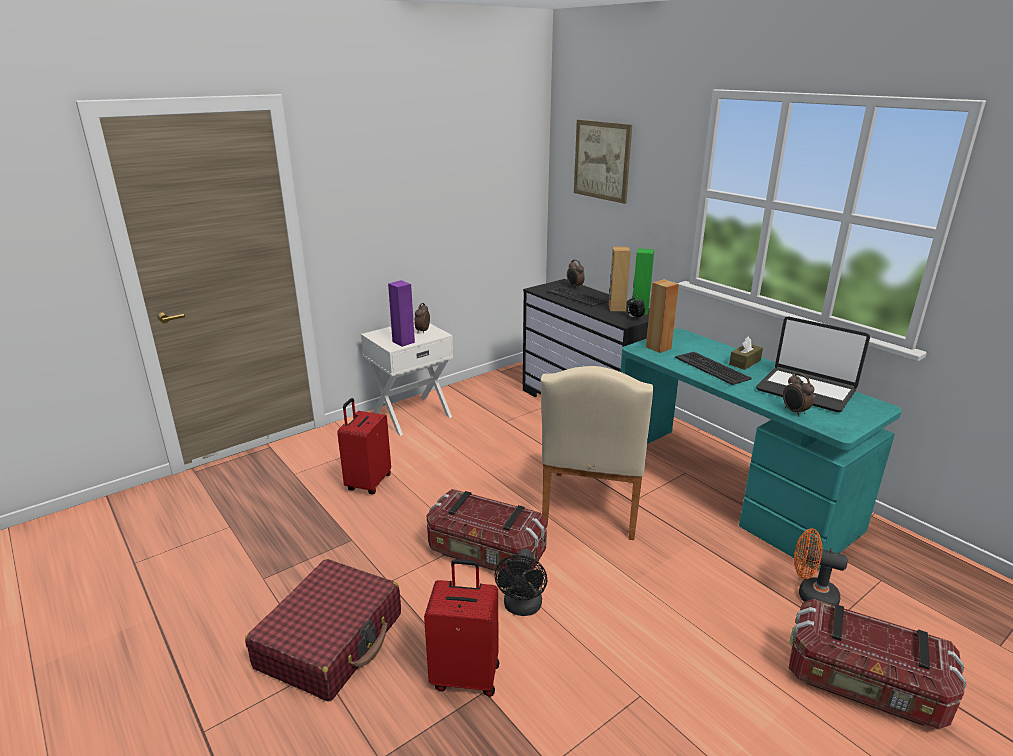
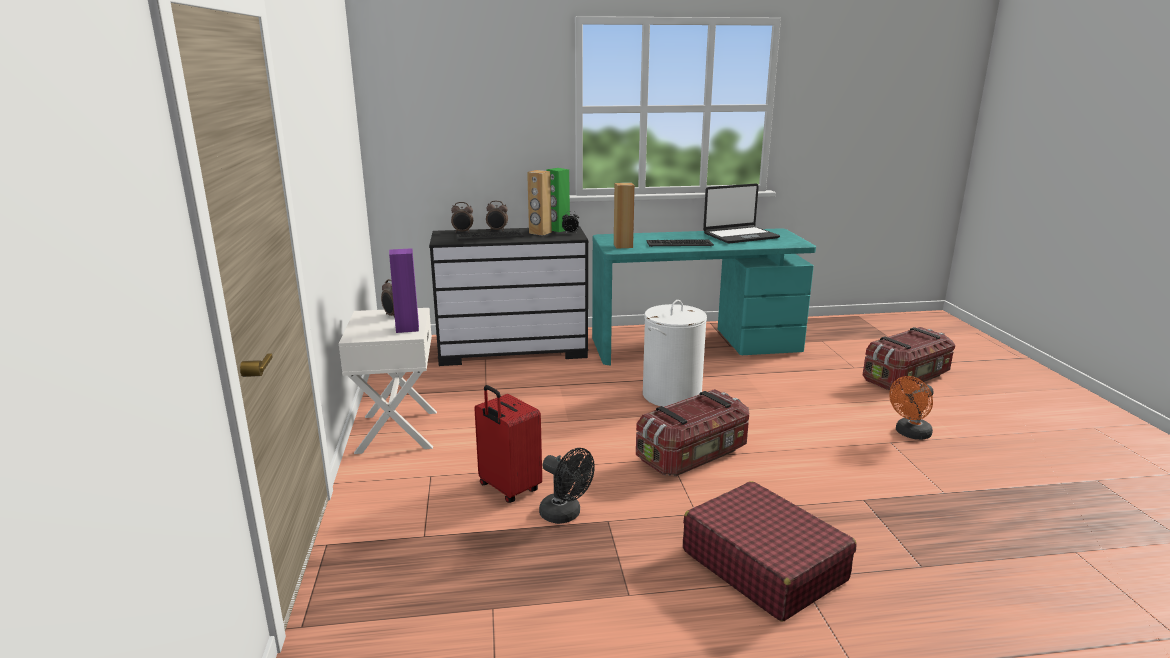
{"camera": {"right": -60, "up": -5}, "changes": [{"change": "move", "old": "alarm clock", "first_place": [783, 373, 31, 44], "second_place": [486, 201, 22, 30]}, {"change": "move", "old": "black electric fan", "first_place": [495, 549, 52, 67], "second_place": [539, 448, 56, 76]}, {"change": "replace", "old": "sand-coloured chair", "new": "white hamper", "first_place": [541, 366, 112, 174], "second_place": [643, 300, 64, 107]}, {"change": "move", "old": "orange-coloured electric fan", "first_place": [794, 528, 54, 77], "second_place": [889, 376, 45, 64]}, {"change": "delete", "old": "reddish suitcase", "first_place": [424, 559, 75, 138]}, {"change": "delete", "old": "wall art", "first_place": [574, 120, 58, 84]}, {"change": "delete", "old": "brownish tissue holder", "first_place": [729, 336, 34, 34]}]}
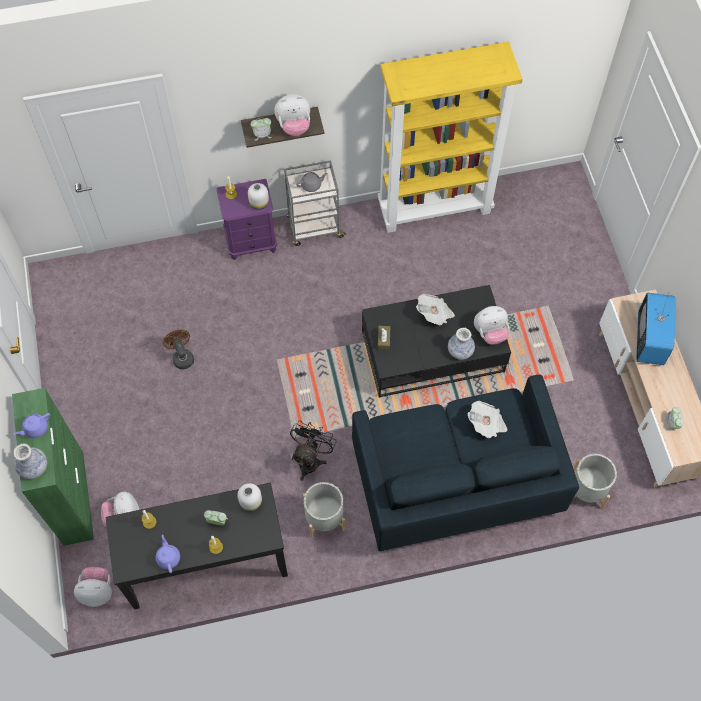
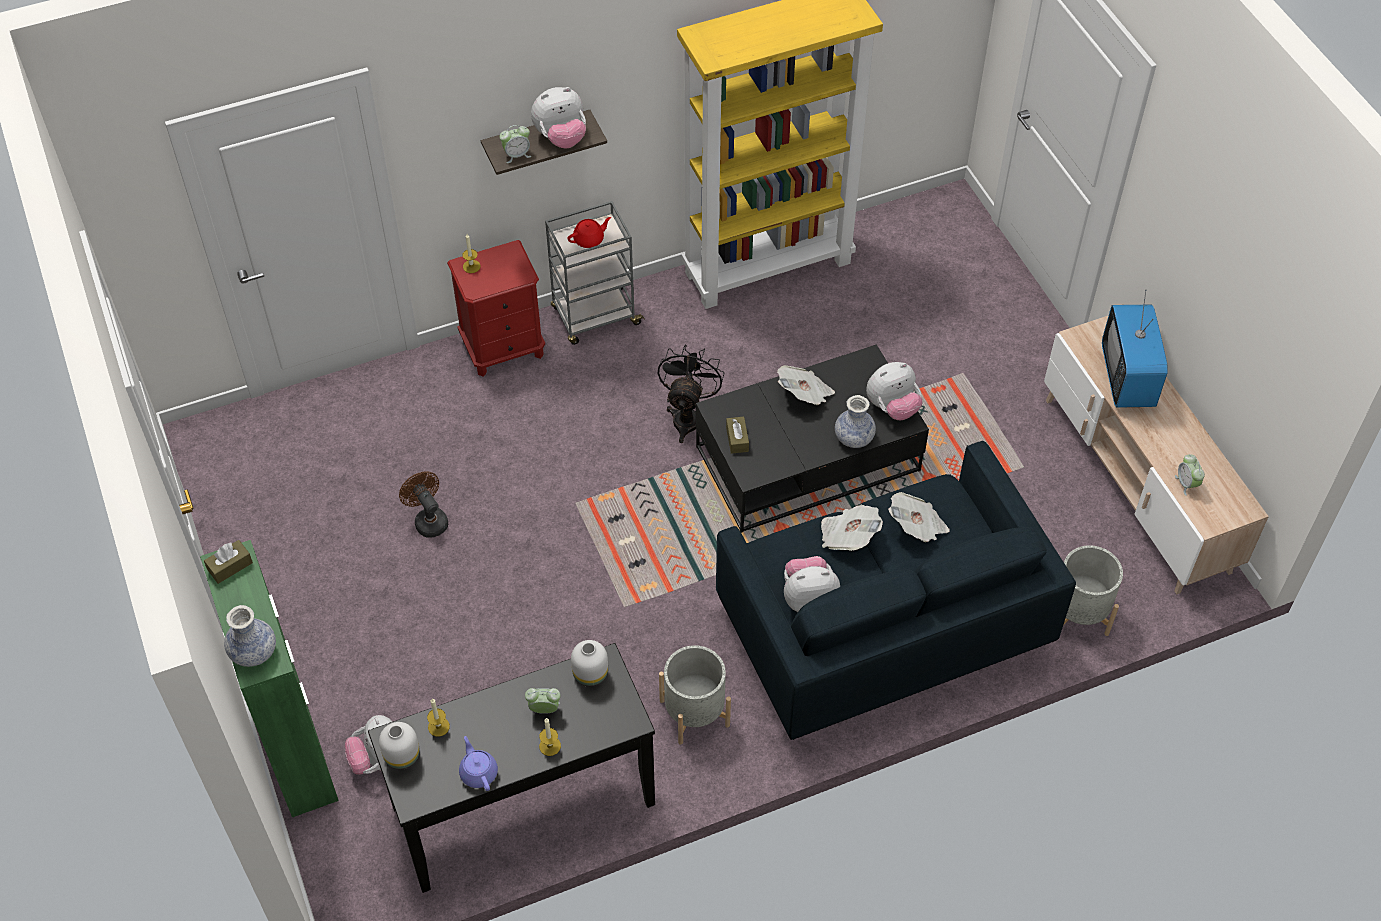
{"camera": {"right": -10, "up": -10}, "changes": [{"change": "insert", "new": "brownish tissue holder", "second_place": [204, 540, 49, 44]}, {"change": "move", "old": "white vase", "first_place": [248, 183, 21, 27], "second_place": [379, 722, 41, 48]}, {"change": "recolor", "old": "purple nightstand", "new": "reddish nightstand", "first_place": [216, 179, 61, 81], "second_place": [447, 240, 98, 137]}, {"change": "recolor", "old": "greyish tea pot", "new": "reddish tea pot", "first_place": [296, 172, 32, 20], "second_place": [567, 217, 44, 31]}, {"change": "move", "old": "black electric fan", "first_place": [290, 421, 47, 60], "second_place": [657, 345, 67, 98]}, {"change": "move", "old": "cuddly toy", "first_place": [74, 567, 38, 40], "second_place": [784, 556, 56, 56]}, {"change": "insert", "new": "daily paper", "second_place": [821, 505, 62, 46]}, {"change": "delete", "old": "purple tea pot", "first_place": [14, 413, 36, 25]}]}
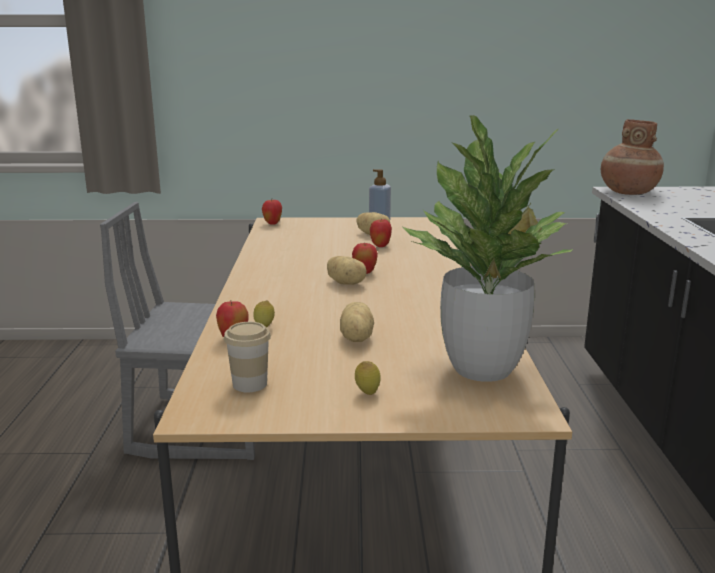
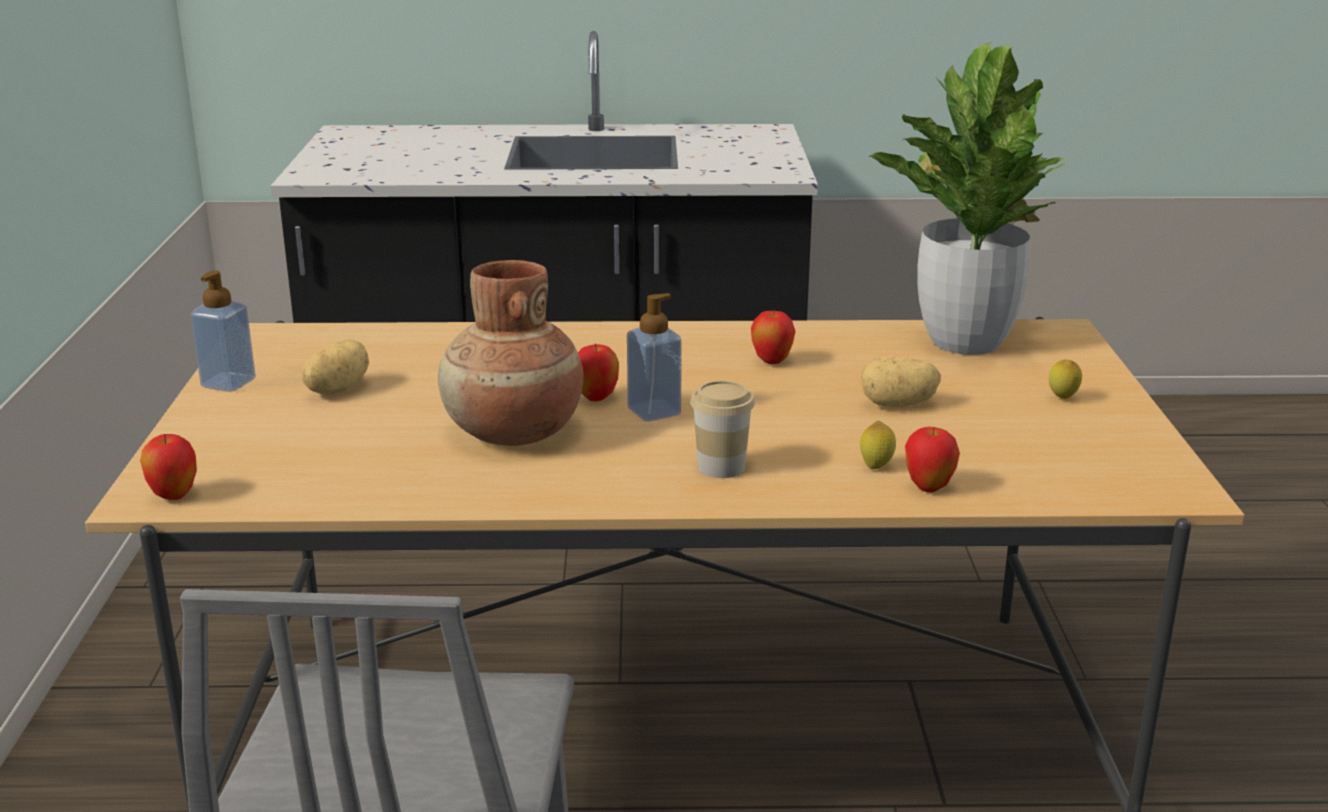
{"camera": {"right": -90, "up": 5}, "changes": [{"change": "move", "old": "brownish vase", "first_place": [601, 119, 63, 76], "second_place": [438, 260, 146, 186]}, {"change": "replace", "old": "spud", "new": "soap dispenser", "first_place": [327, 256, 40, 29], "second_place": [627, 293, 55, 129]}, {"change": "move", "old": "cup", "first_place": [224, 322, 47, 70], "second_place": [690, 380, 65, 98]}, {"change": "move", "old": "apple fruit", "first_place": [370, 218, 22, 29], "second_place": [751, 311, 45, 53]}]}
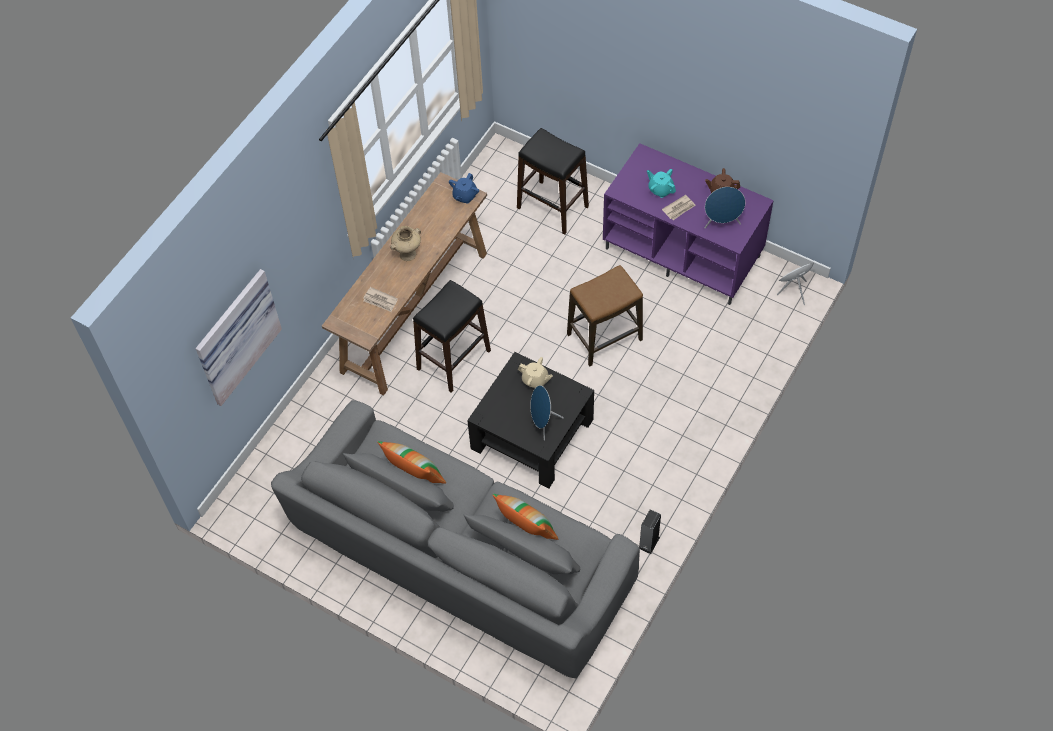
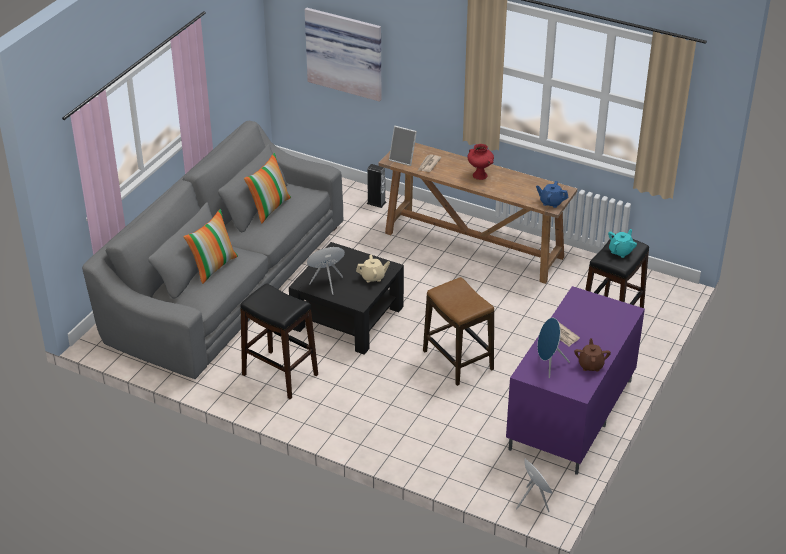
{"camera": {"right": 85, "up": -20}, "changes": [{"change": "move", "old": "black stool seat", "first_place": [413, 280, 78, 113], "second_place": [240, 283, 78, 117]}, {"change": "rotate", "old": "sand-coloured tea pot", "first_place": [518, 357, 35, 31], "second_place": [356, 255, 34, 28], "degrees": -120}, {"change": "move", "old": "audio speaker", "first_place": [639, 510, 22, 44], "second_place": [367, 164, 19, 44]}, {"change": "insert", "new": "photo frame", "second_place": [389, 126, 28, 40]}, {"change": "recolor", "old": "sand-coloured vase", "new": "reddish vase", "first_place": [390, 226, 31, 35], "second_place": [467, 144, 27, 36]}, {"change": "move", "old": "turquoise tea pot", "first_place": [647, 169, 29, 29], "second_place": [608, 229, 29, 29]}]}
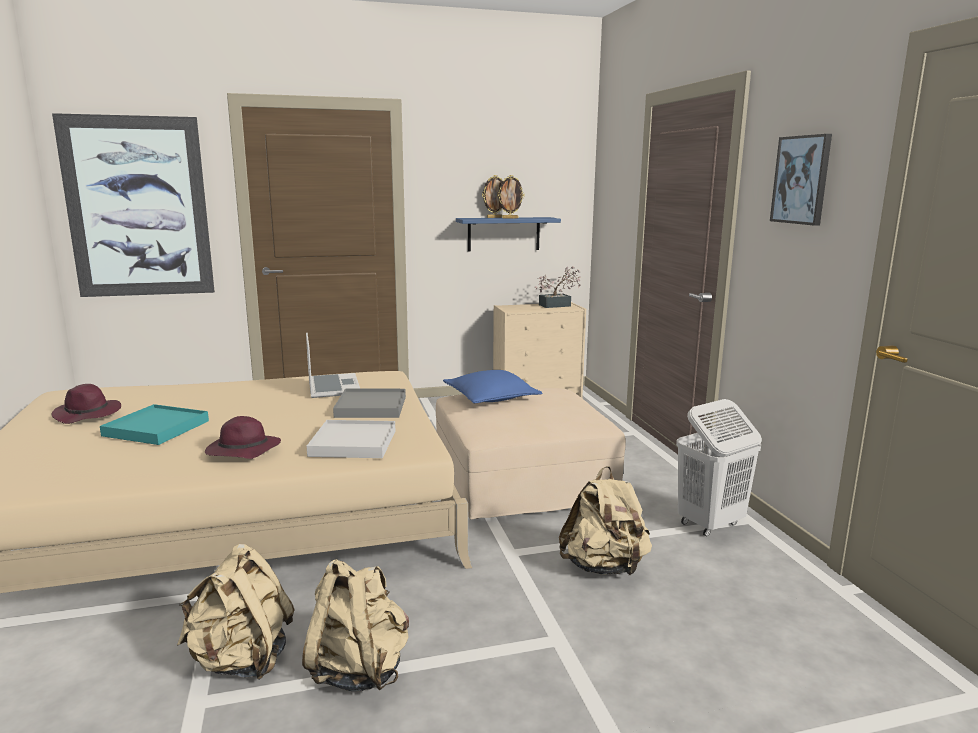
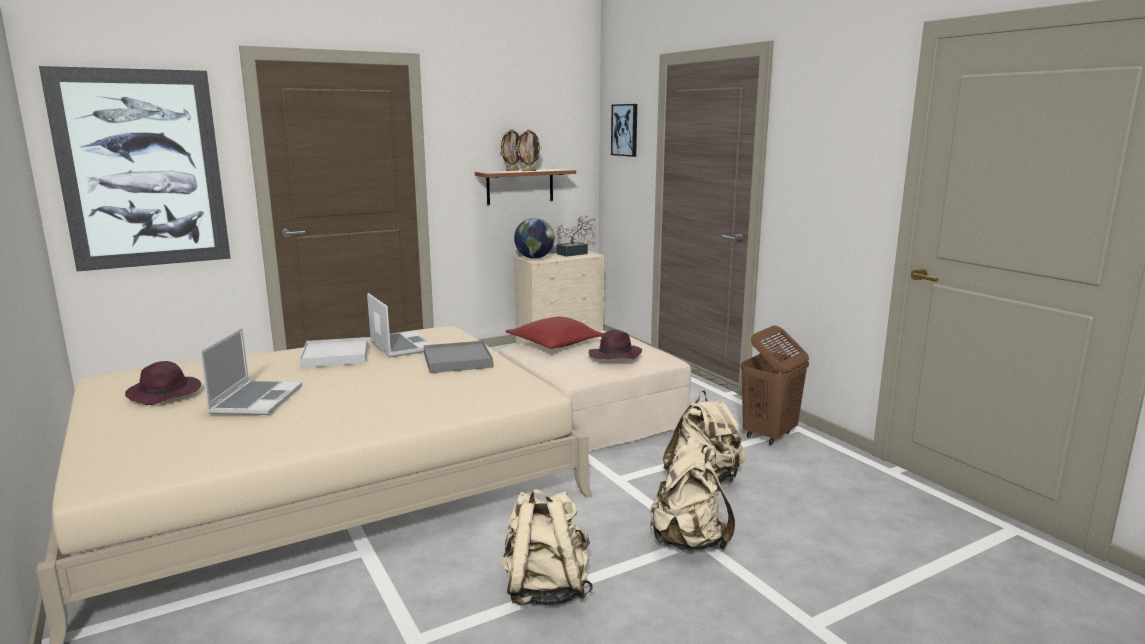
{"camera": {"right": -15, "up": 0}, "changes": [{"change": "replace", "old": "turquoise serving tray", "new": "notebook computer", "first_place": [100, 404, 109, 41], "second_place": [200, 328, 102, 87]}, {"change": "move", "old": "white serving tray", "first_place": [307, 420, 88, 38], "second_place": [299, 337, 69, 31]}, {"change": "recolor", "old": "blue wall shelf", "new": "brownish wall shelf", "first_place": [456, 217, 105, 35], "second_place": [475, 169, 101, 36]}, {"change": "recolor", "old": "blue throw pillow", "new": "reddish throw pillow", "first_place": [443, 370, 100, 33], "second_place": [506, 317, 98, 32]}, {"change": "insert", "new": "globe", "second_place": [514, 218, 41, 41]}, {"change": "move", "old": "purple wearable hat", "first_place": [205, 416, 76, 43], "second_place": [589, 329, 53, 30]}, {"change": "move", "old": "wall art", "first_place": [770, 134, 62, 92], "second_place": [611, 104, 26, 53]}, {"change": "move", "old": "sand-coloured backpack", "first_place": [177, 544, 118, 136], "second_place": [649, 445, 86, 106]}, {"change": "recolor", "old": "white hamper", "new": "brownish hamper", "first_place": [676, 399, 86, 137], "second_place": [741, 325, 68, 120]}]}
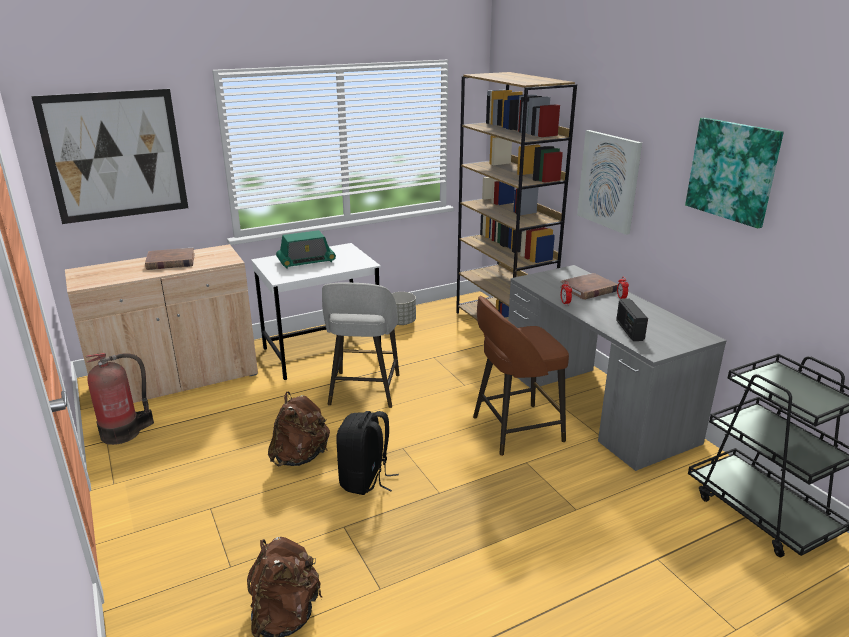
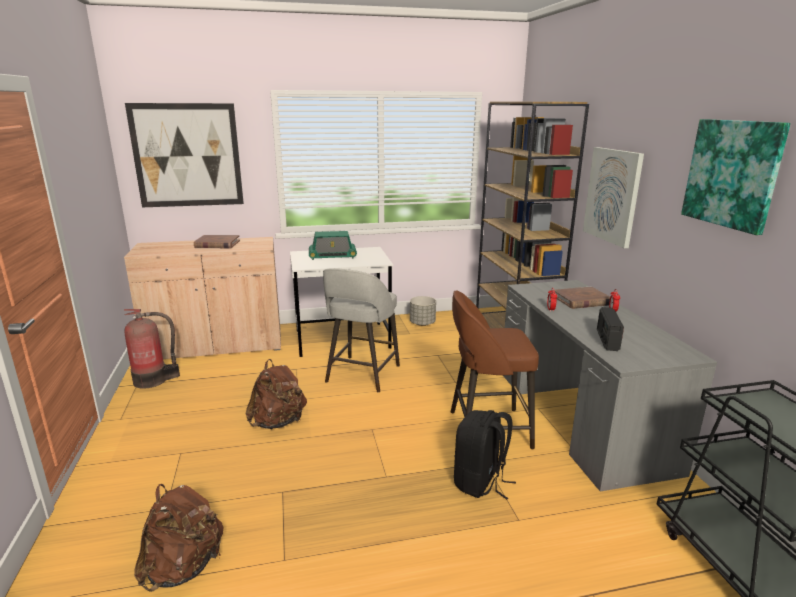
{"camera": {"right": 15, "up": -5}, "changes": [{"change": "move", "old": "black backpack", "first_place": [336, 411, 63, 84], "second_place": [454, 410, 62, 90]}]}
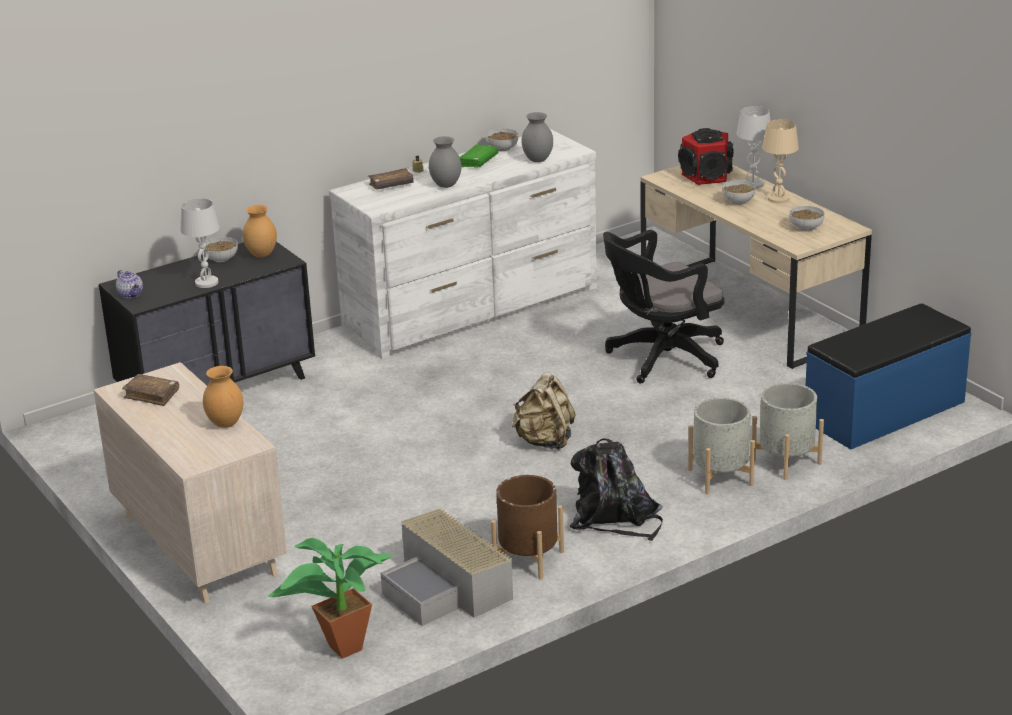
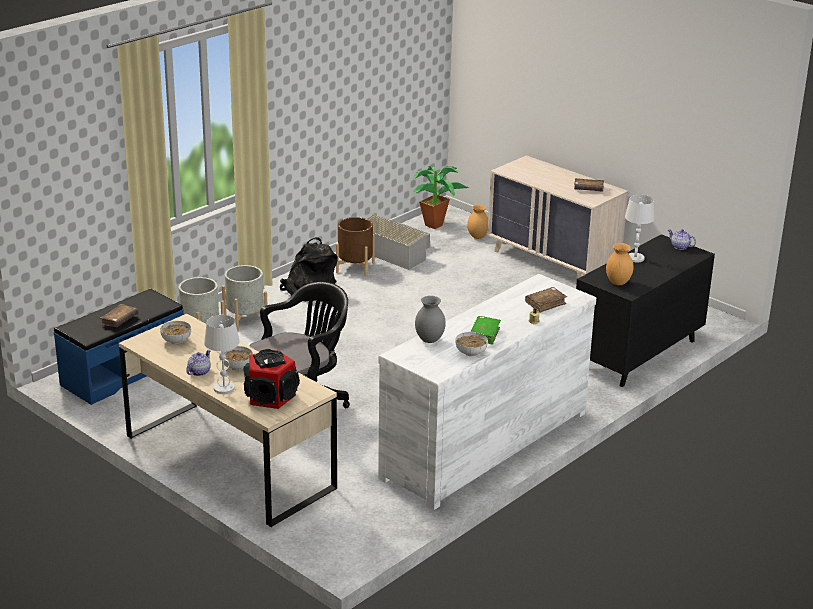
{"camera": {"right": 165, "up": 0}, "changes": [{"change": "insert", "new": "brownish book", "second_place": [100, 304, 38, 23]}, {"change": "replace", "old": "sand-coloured tabletop lamp", "new": "tea pot", "first_place": [762, 119, 37, 84], "second_place": [186, 350, 25, 26]}, {"change": "move", "old": "brownish vase", "first_place": [203, 366, 40, 62], "second_place": [467, 205, 21, 34]}, {"change": "delete", "old": "serving bowl", "first_place": [204, 237, 34, 26]}, {"change": "delete", "old": "greyish vase", "first_place": [429, 136, 32, 52]}, {"change": "delete", "old": "sand-coloured backpack", "first_place": [512, 372, 64, 78]}]}
